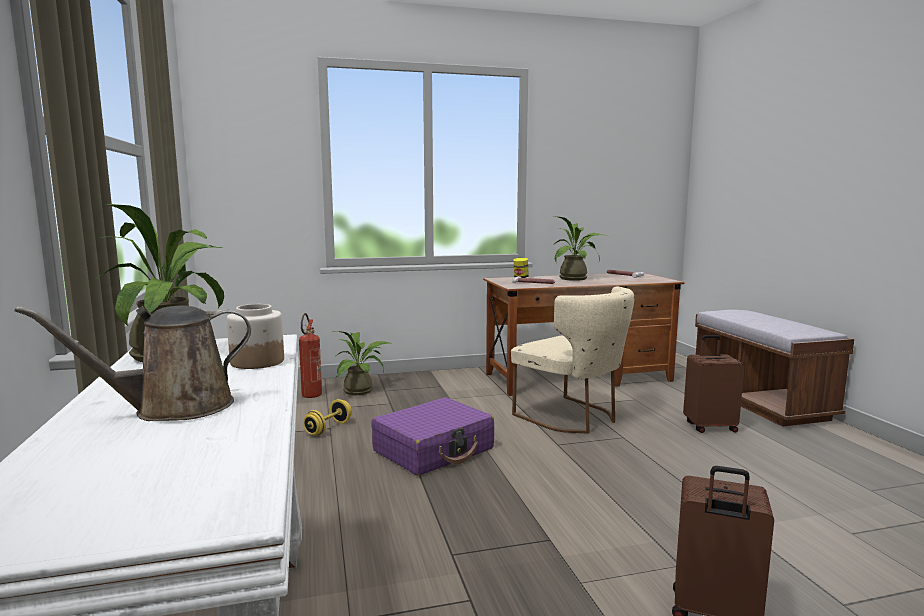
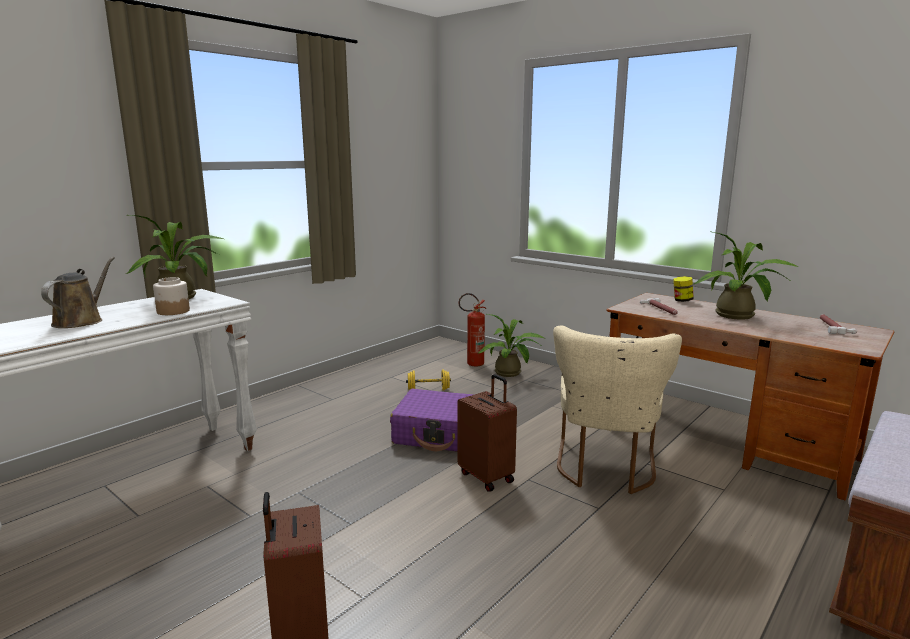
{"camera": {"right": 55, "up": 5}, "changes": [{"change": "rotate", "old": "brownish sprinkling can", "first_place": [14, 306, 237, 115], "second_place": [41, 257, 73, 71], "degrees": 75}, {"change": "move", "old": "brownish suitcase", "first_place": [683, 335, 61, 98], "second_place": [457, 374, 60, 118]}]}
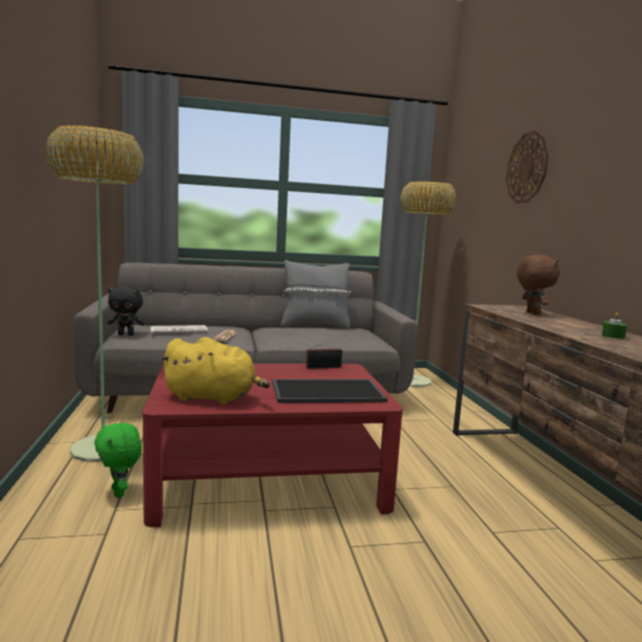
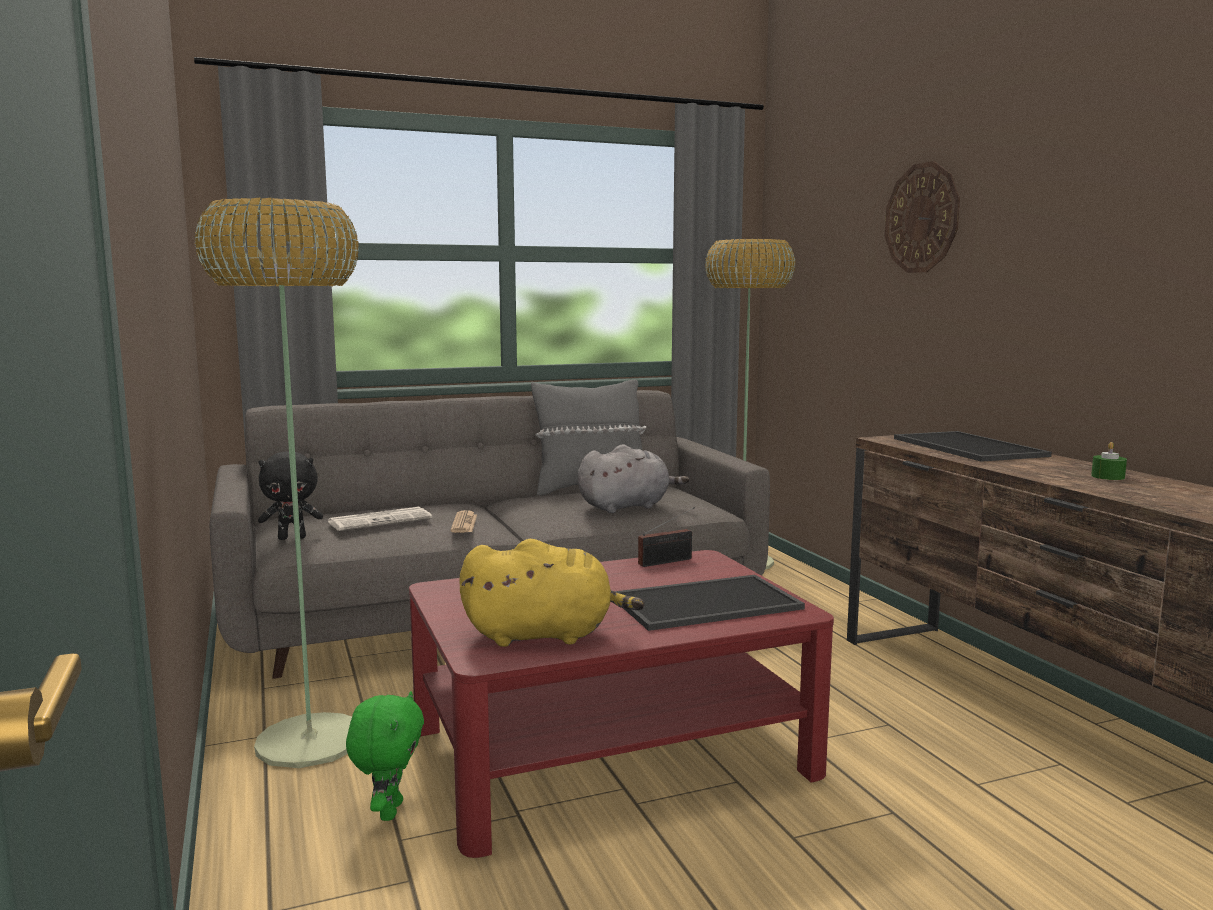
{"camera": {"right": -10, "up": 0}, "changes": [{"change": "rotate", "old": "green cuddly toy", "first_place": [94, 423, 48, 75], "second_place": [346, 691, 78, 130], "degrees": -135}, {"change": "insert", "new": "greyish cuddly toy", "second_place": [578, 445, 111, 68]}, {"change": "replace", "old": "brownish cuddly toy", "new": "serving tray", "first_place": [517, 255, 43, 60], "second_place": [894, 431, 158, 31]}]}
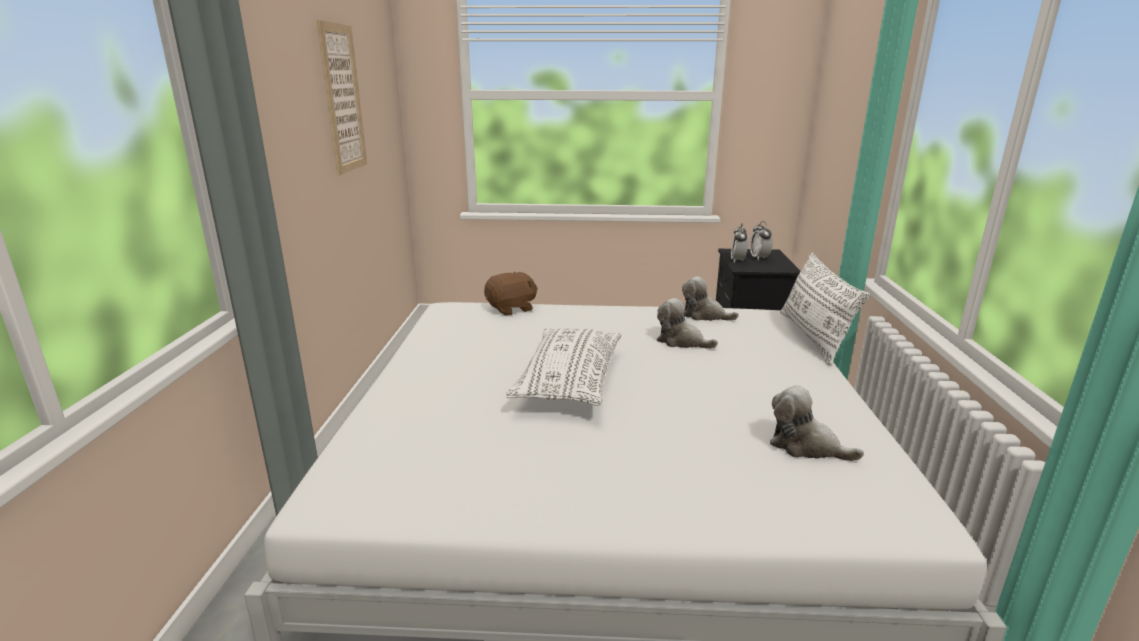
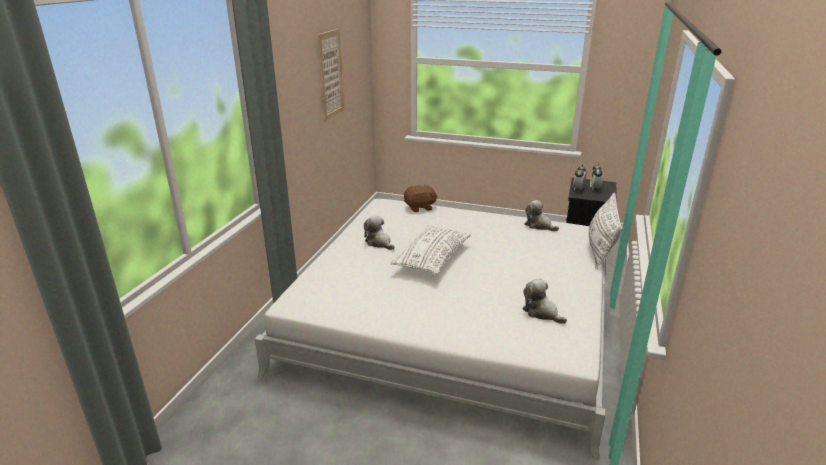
{"camera": {"right": 15, "up": 5}, "changes": [{"change": "move", "old": "cuddly toy", "first_place": [656, 298, 62, 51], "second_place": [364, 216, 30, 34]}]}
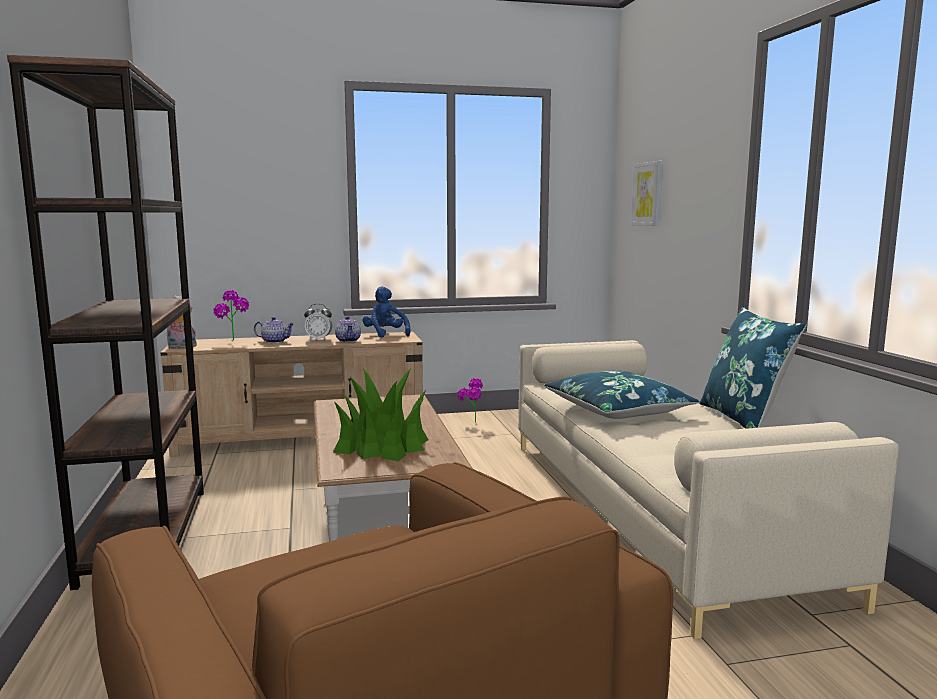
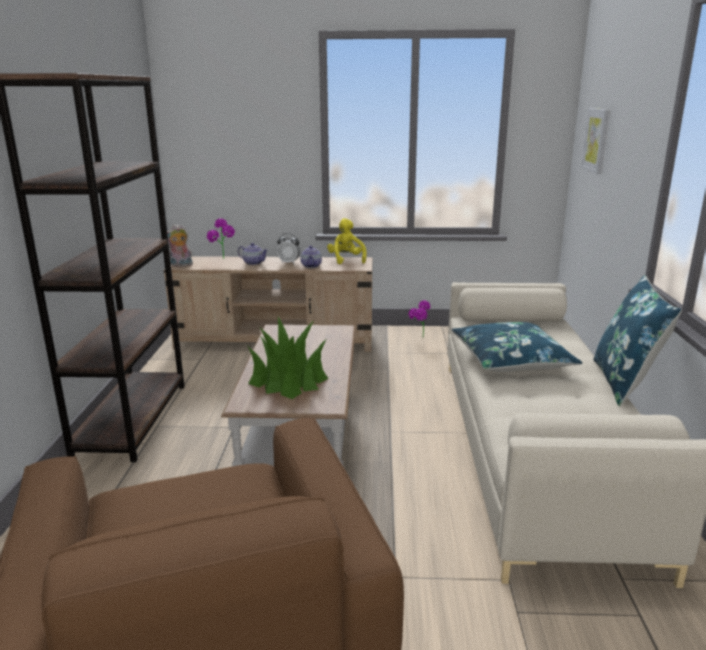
{"camera": {"right": 15, "up": 10}, "changes": [{"change": "recolor", "old": "blue cuddly toy", "new": "yellowish cuddly toy", "first_place": [362, 286, 49, 52], "second_place": [327, 218, 40, 46]}]}
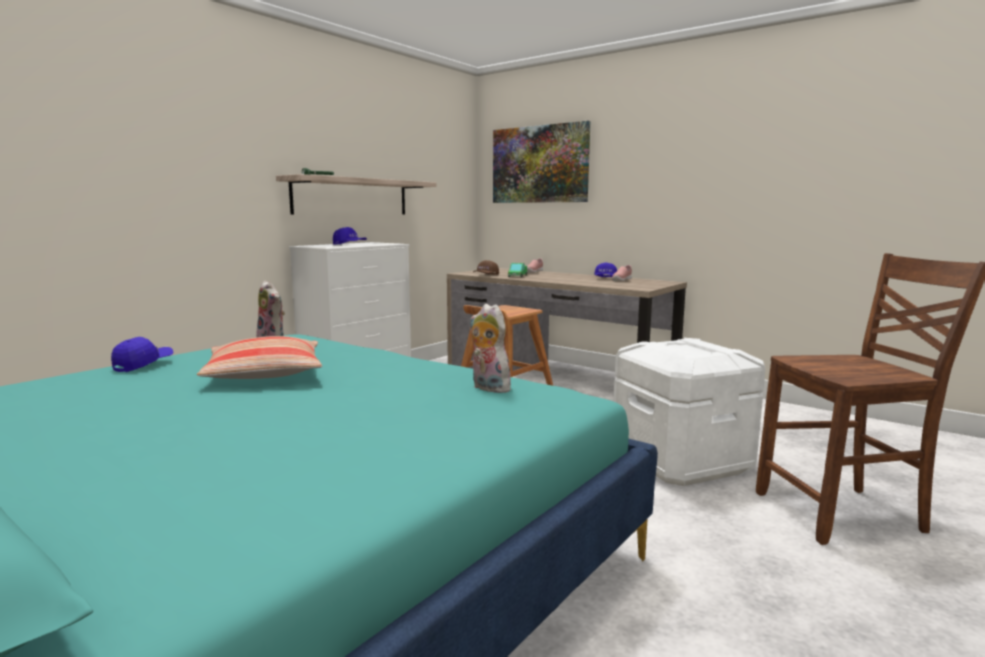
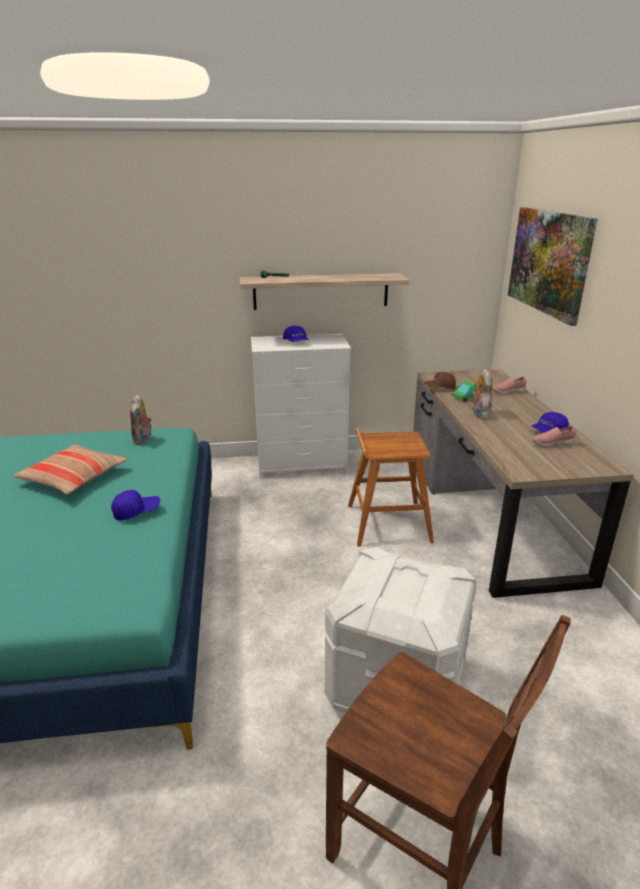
{"camera": {"right": 45, "up": 15}, "changes": [{"change": "move", "old": "blue baseball cap", "first_place": [111, 337, 62, 35], "second_place": [111, 490, 49, 31]}, {"change": "move", "old": "cuddly toy", "first_place": [470, 304, 41, 89], "second_place": [472, 369, 20, 50]}]}
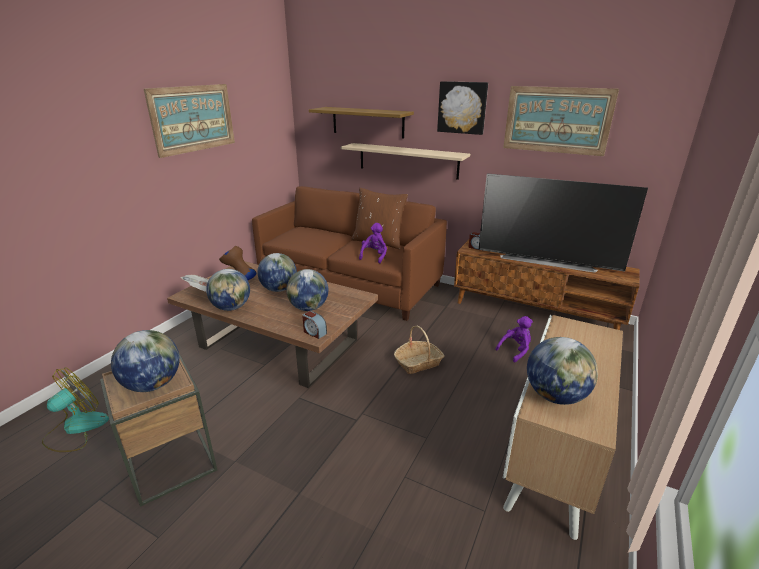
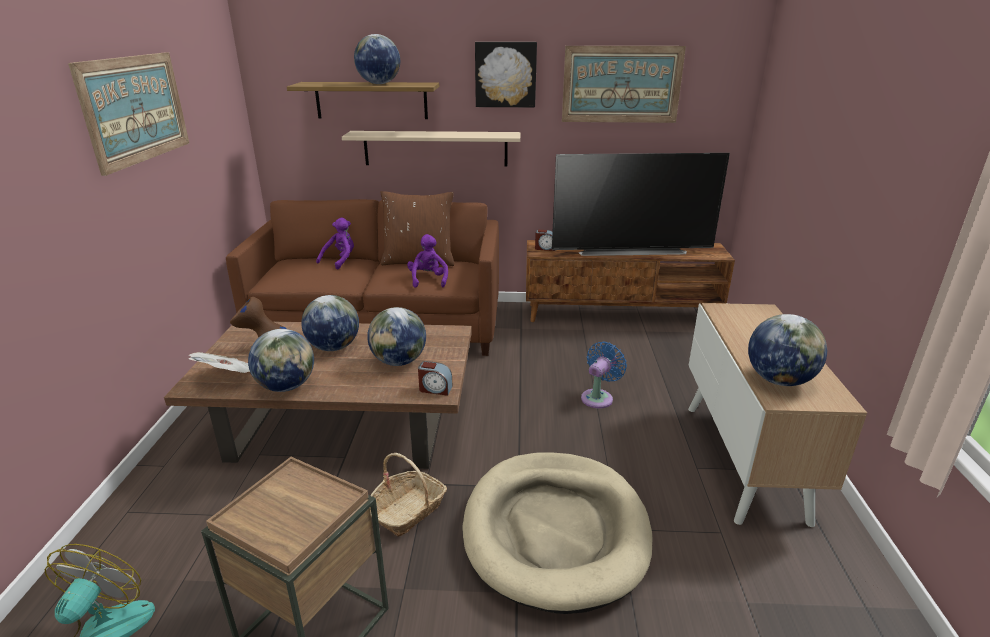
{"camera": {"right": -25, "up": 0}, "changes": [{"change": "move", "old": "purple cuddly toy", "first_place": [495, 316, 38, 46], "second_place": [316, 218, 38, 51]}, {"change": "move", "old": "globe", "first_place": [111, 330, 69, 62], "second_place": [354, 34, 46, 50]}, {"change": "move", "old": "basket", "first_place": [394, 325, 50, 49], "second_place": [370, 453, 77, 84]}, {"change": "insert", "new": "sand-coloured pet bed", "second_place": [463, 452, 189, 162]}, {"change": "insert", "new": "blue electric fan", "second_place": [581, 342, 46, 67]}]}
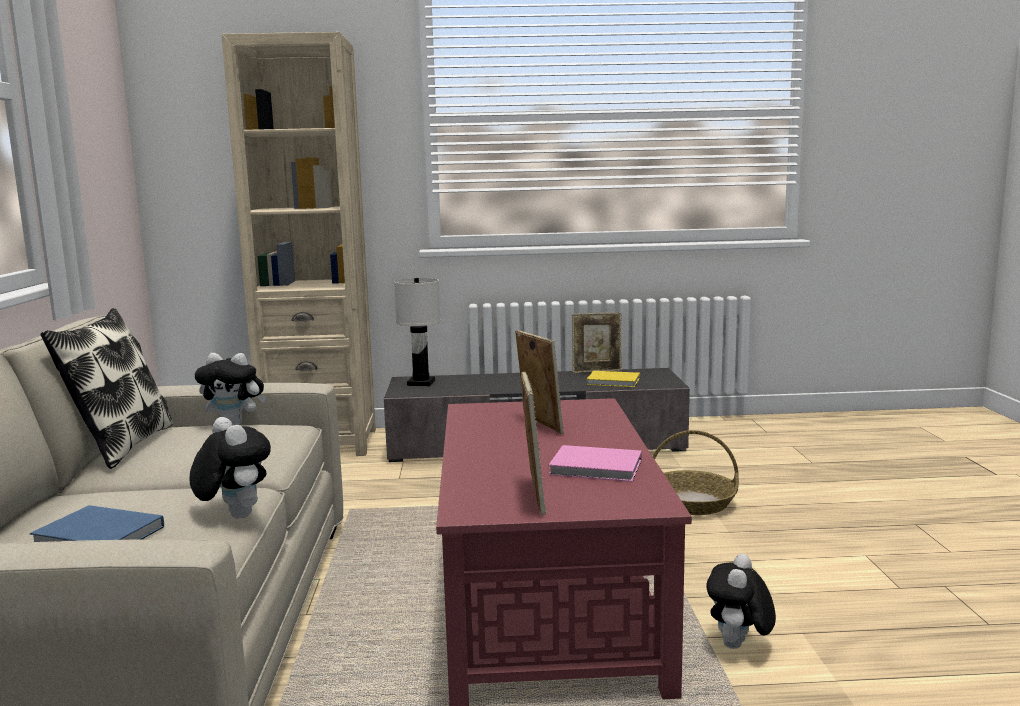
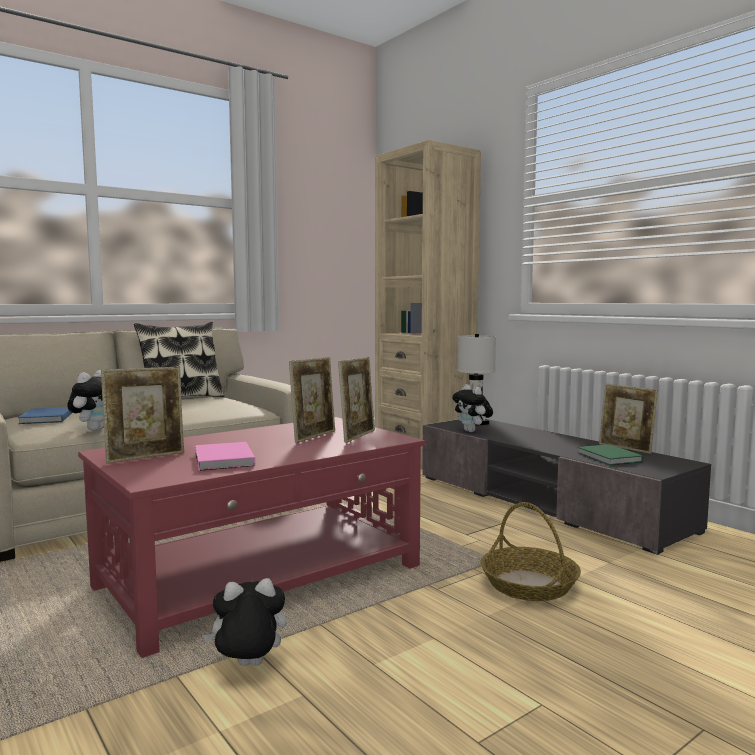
{"camera": {"right": 55, "up": -5}, "changes": [{"change": "insert", "new": "photo frame", "second_place": [338, 357, 37, 86]}, {"change": "move", "old": "cuddly toy", "first_place": [195, 353, 71, 72], "second_place": [452, 384, 41, 48]}, {"change": "recolor", "old": "yellowish book", "new": "green book", "first_place": [587, 371, 53, 16], "second_place": [578, 444, 65, 21]}]}
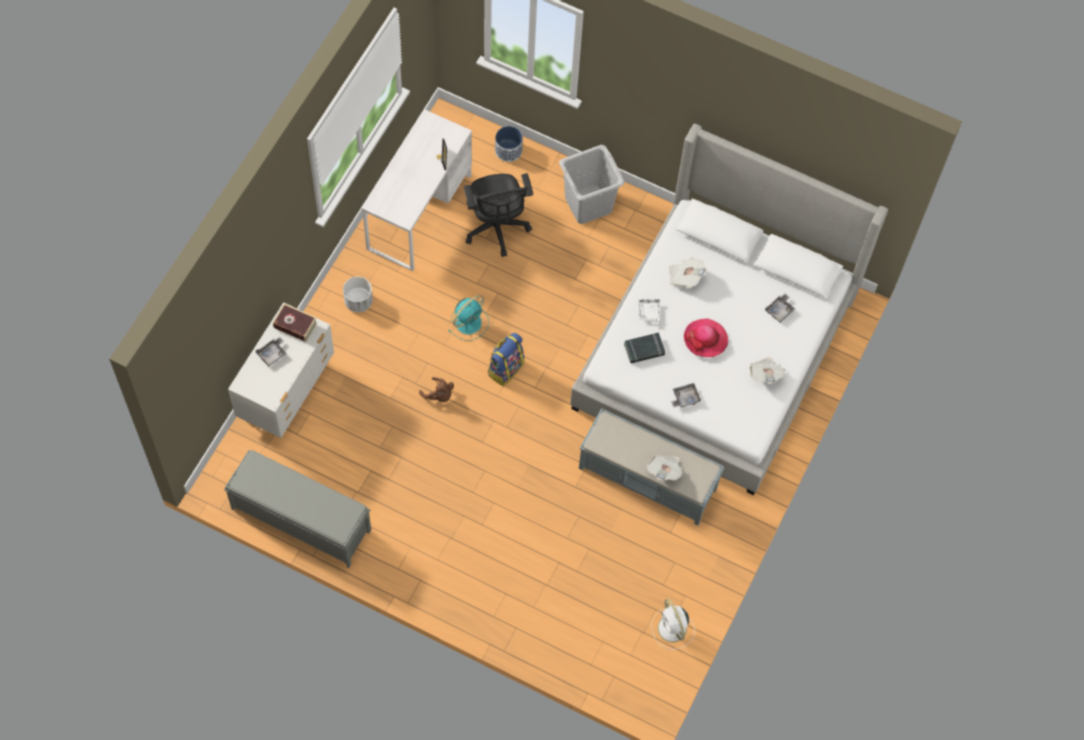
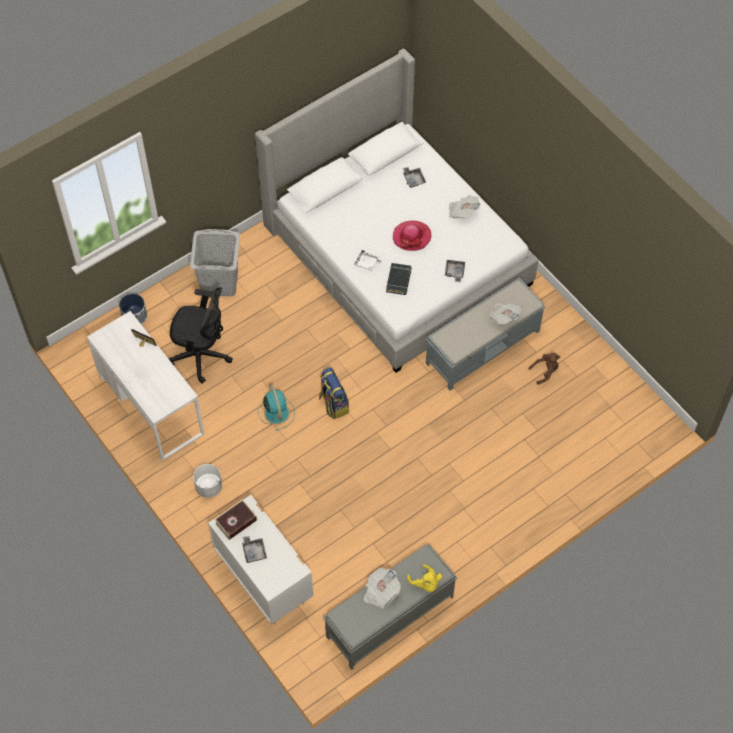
{"camera": {"right": -60, "up": -5}, "changes": [{"change": "move", "old": "daily paper", "first_place": [669, 258, 38, 30], "second_place": [363, 568, 38, 40]}, {"change": "insert", "new": "yellowish cuddly toy", "second_place": [407, 564, 35, 28]}, {"change": "move", "old": "brownish cuddly toy", "first_place": [419, 377, 35, 25], "second_place": [529, 353, 31, 32]}, {"change": "delete", "old": "white electric fan", "first_place": [651, 599, 44, 51]}]}
